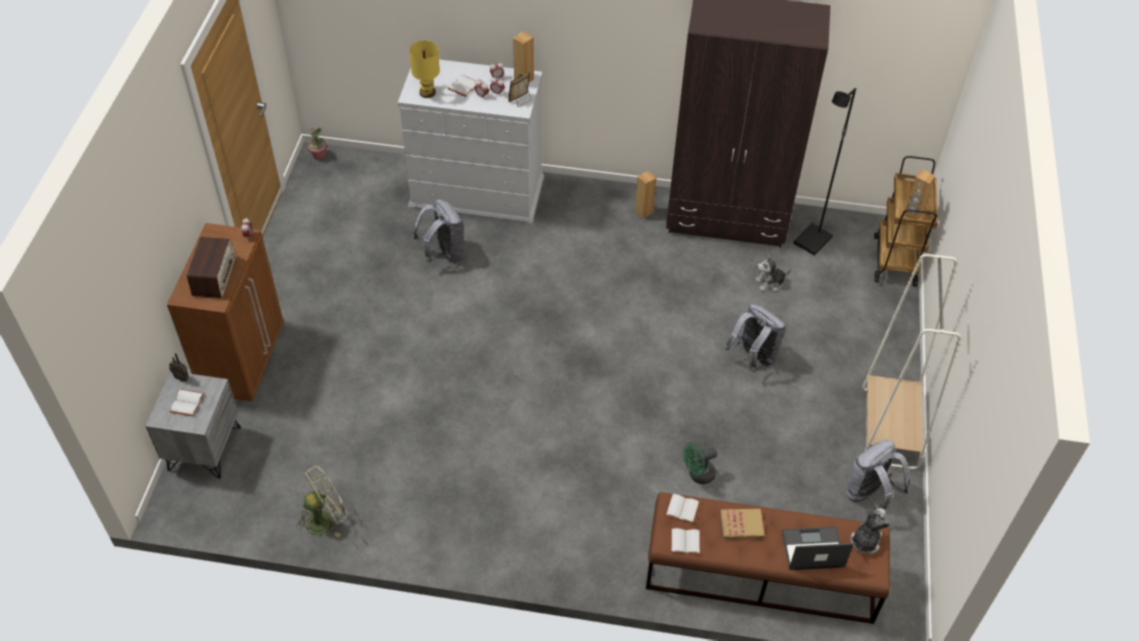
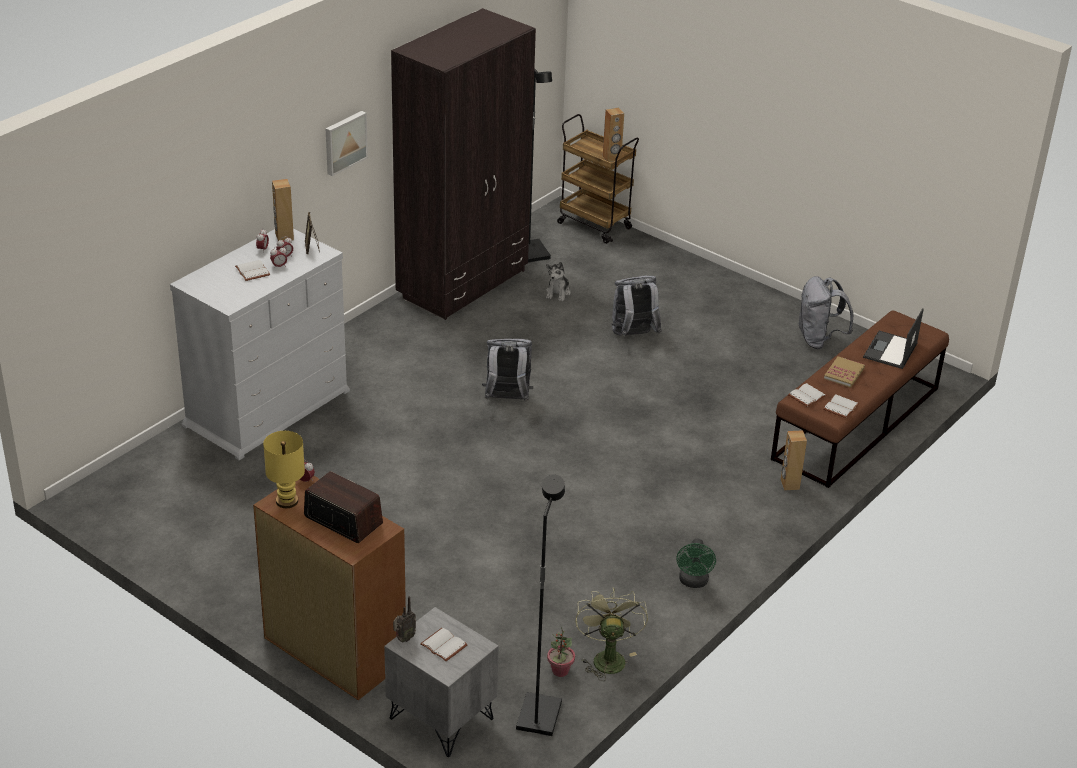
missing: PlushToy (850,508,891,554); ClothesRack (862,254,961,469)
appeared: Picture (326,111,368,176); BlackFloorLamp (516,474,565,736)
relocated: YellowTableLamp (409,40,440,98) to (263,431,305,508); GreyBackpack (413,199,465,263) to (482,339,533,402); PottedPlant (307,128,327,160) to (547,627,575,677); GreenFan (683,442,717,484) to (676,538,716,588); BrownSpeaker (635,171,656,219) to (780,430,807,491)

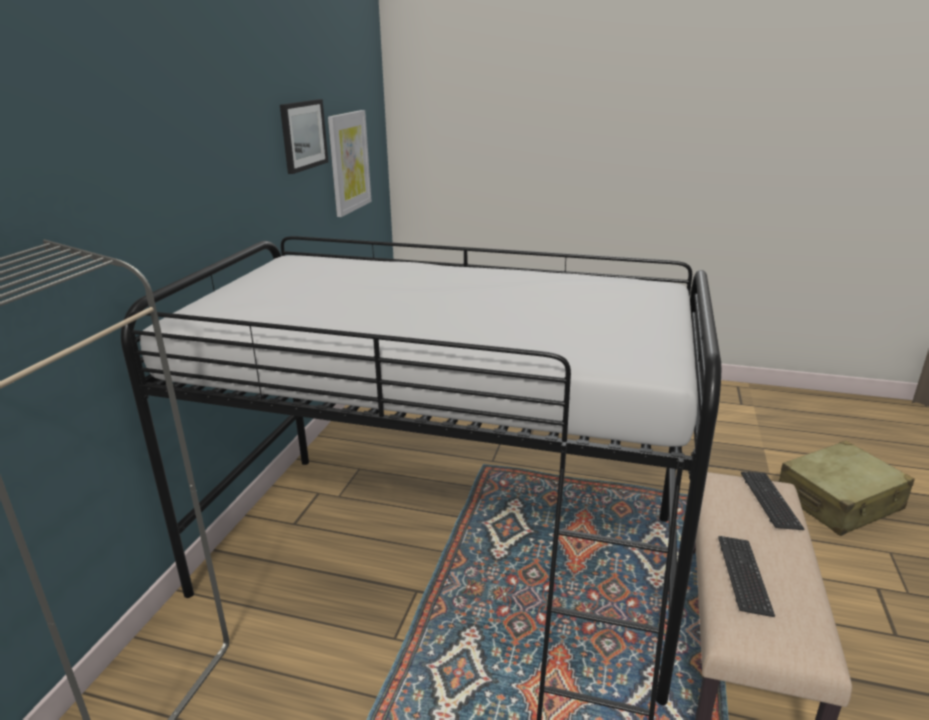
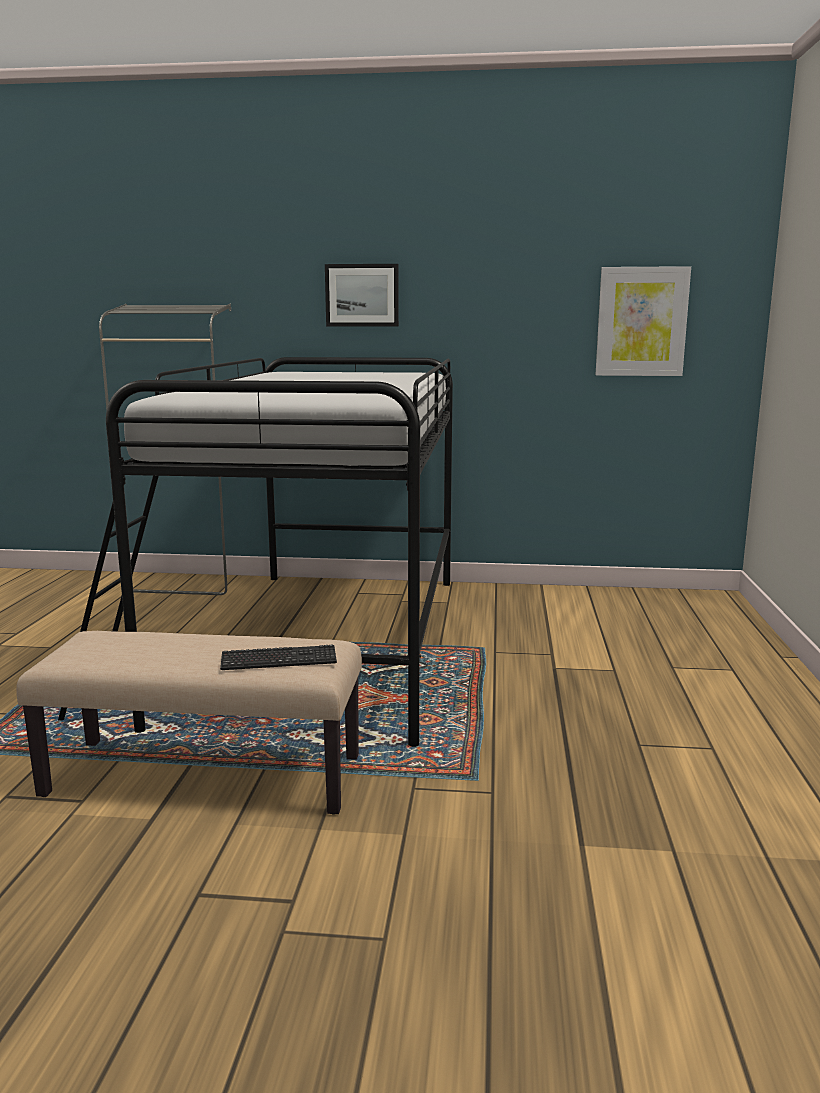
missing: Keyboard (718,536,775,617); BeigeSuitcase (779,440,915,536)
relocated: Picture (280,99,328,174) to (325,264,399,327)

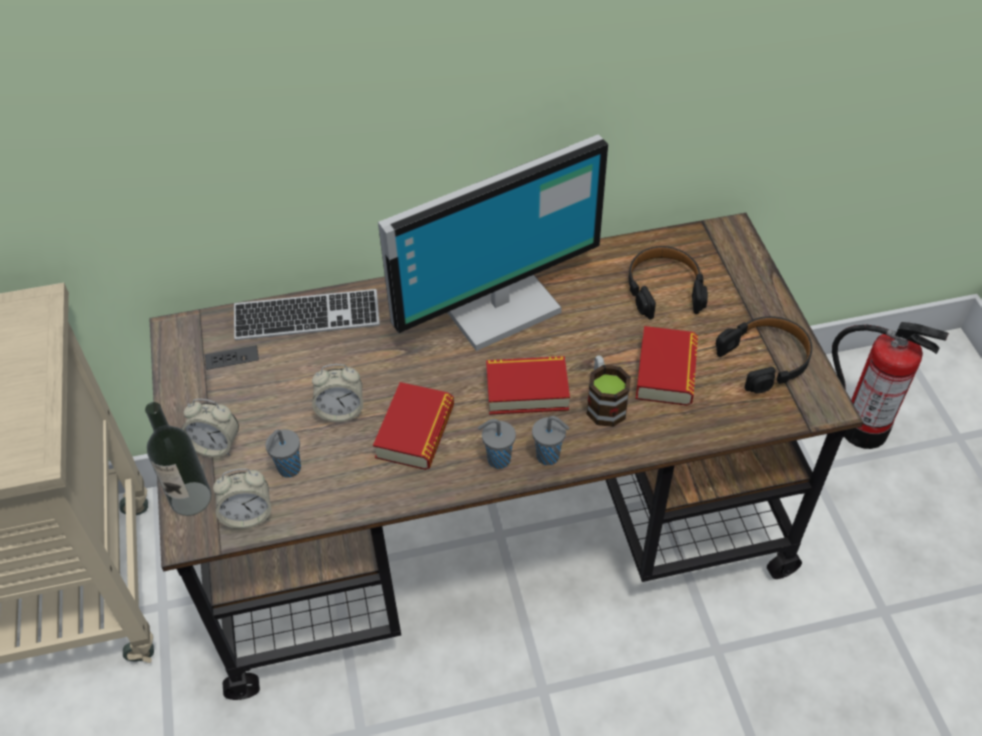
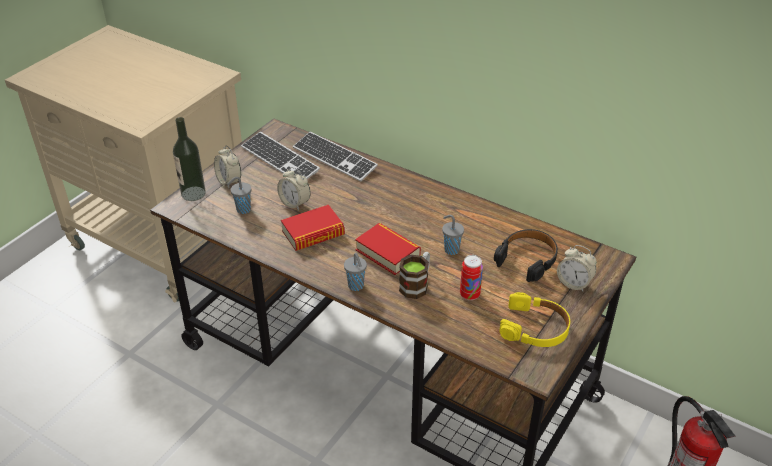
missing: Monitor (378,134,608,351)
appeared: Keyboard (241,132,320,179)
relocated: GreyCup (478,419,516,469) to (442,215,464,255); AlarmClock (213,468,271,529) to (557,245,597,291)
exchanged: Book (636,326,698,406) to Can (460,255,483,300)
colour: BlackHeadphones (716,316,812,393) to YellowHeadphones (499,292,570,347)

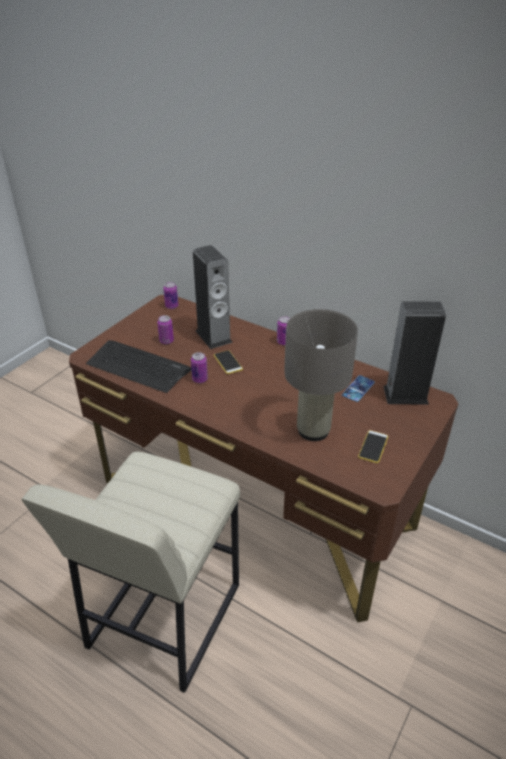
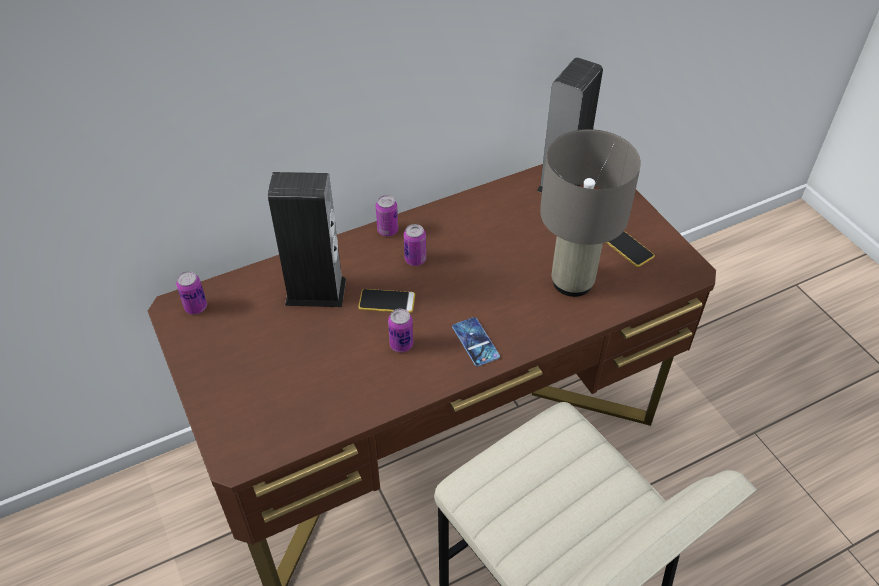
missing: Keyboard (86,340,192,393)
relocated: Can (157,315,174,344) to (404,224,426,266); Phone (342,375,375,402) to (452,317,500,367)

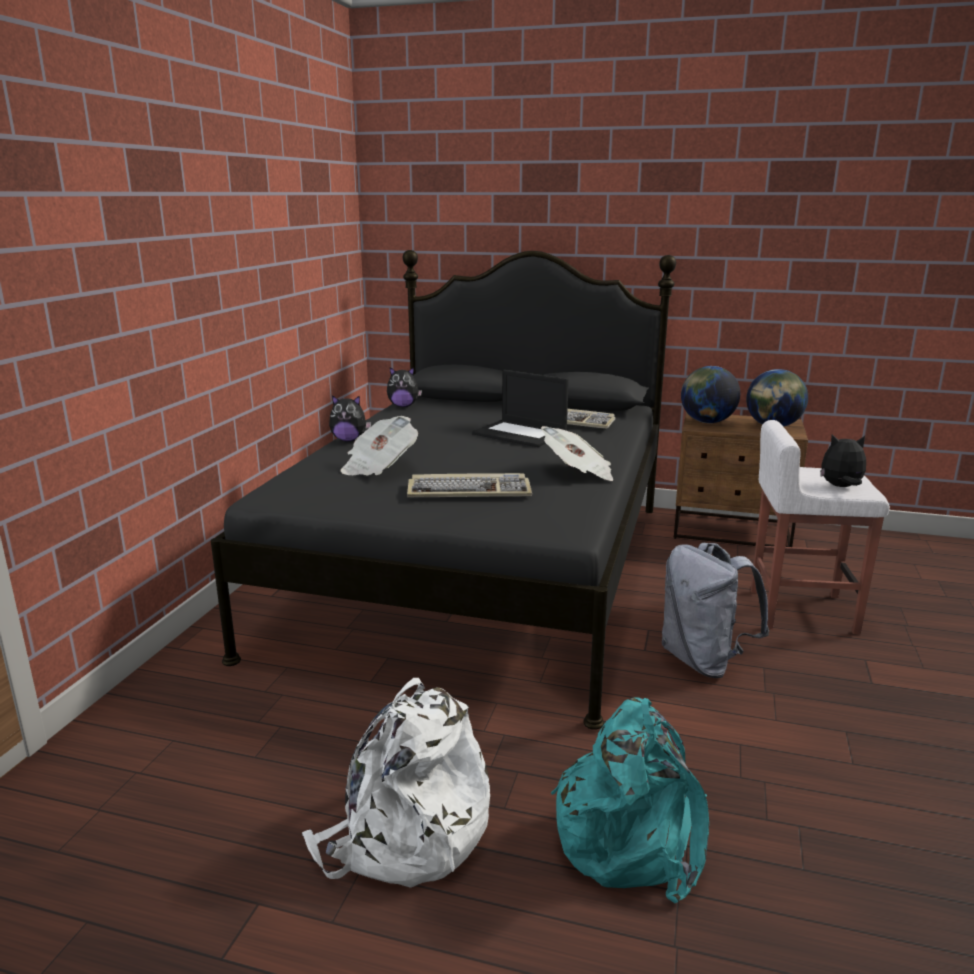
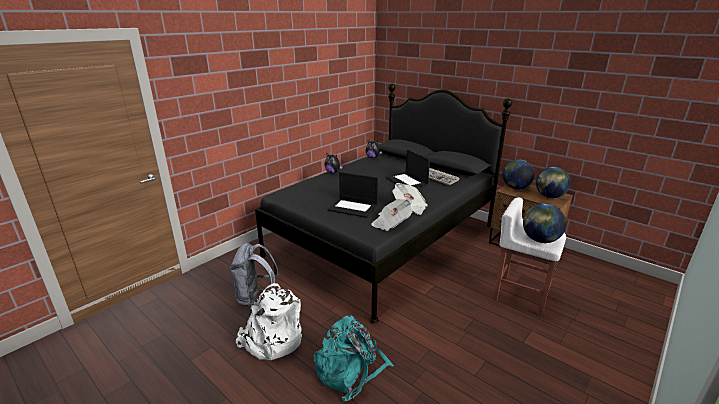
relocated: GreyBackpack (662,543,769,678) to (230,243,278,306); Newspaper (341,416,418,476) to (371,199,413,231)
exchanged: Keyboard (407,473,532,497) to Laptop (327,172,378,218); PlushToy (820,435,866,487) to Globe (523,204,566,243)

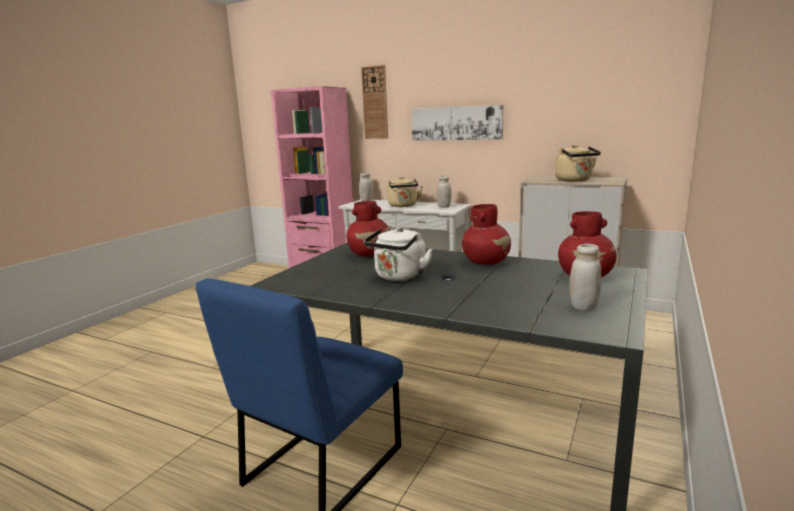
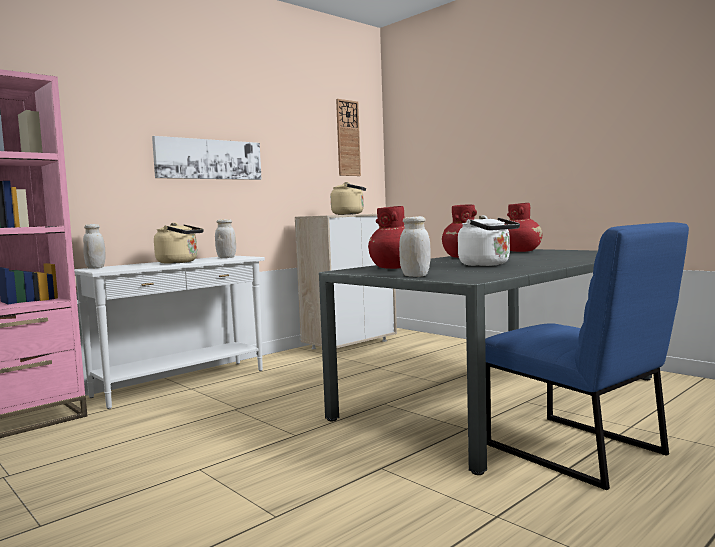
relocated: WallClock (361,65,388,139) to (336,99,361,176); WhiteJar (569,244,601,311) to (399,216,431,277)

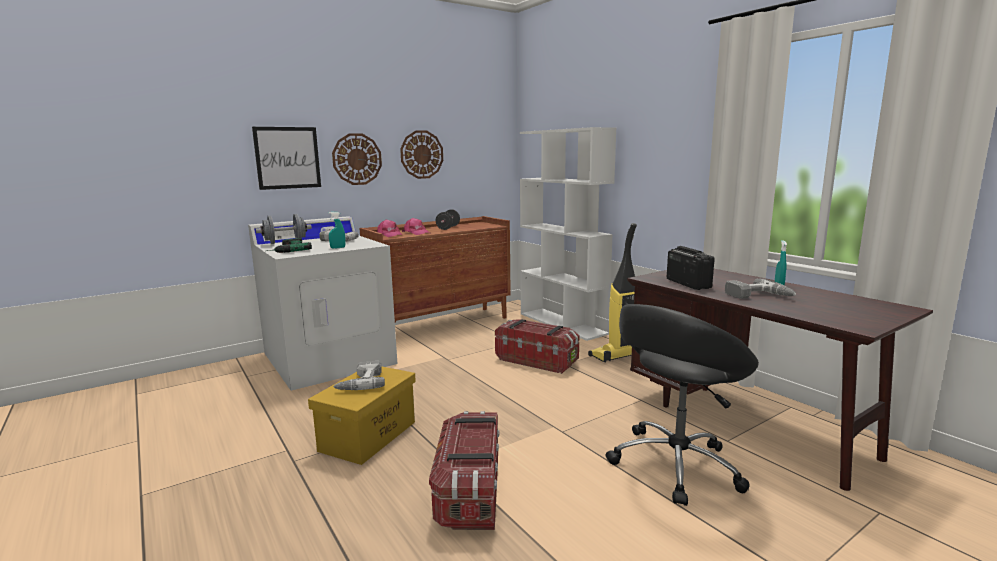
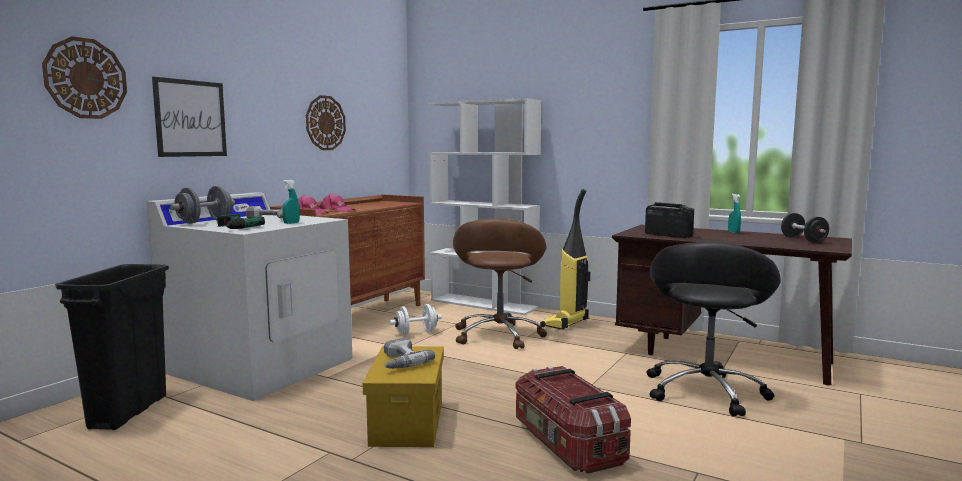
missing: PowerDrill (725,278,796,299)
appeared: BlackTrashCan (55,264,169,430); WhiteDumbbell (390,304,442,335)
relocated: WallClock (332,133,382,185) to (42,36,127,119); BlackDumbbell (436,209,460,230) to (781,213,829,243)
exchanged: StorageBox (495,319,579,374) to BrownOfficeChair (453,218,547,349)

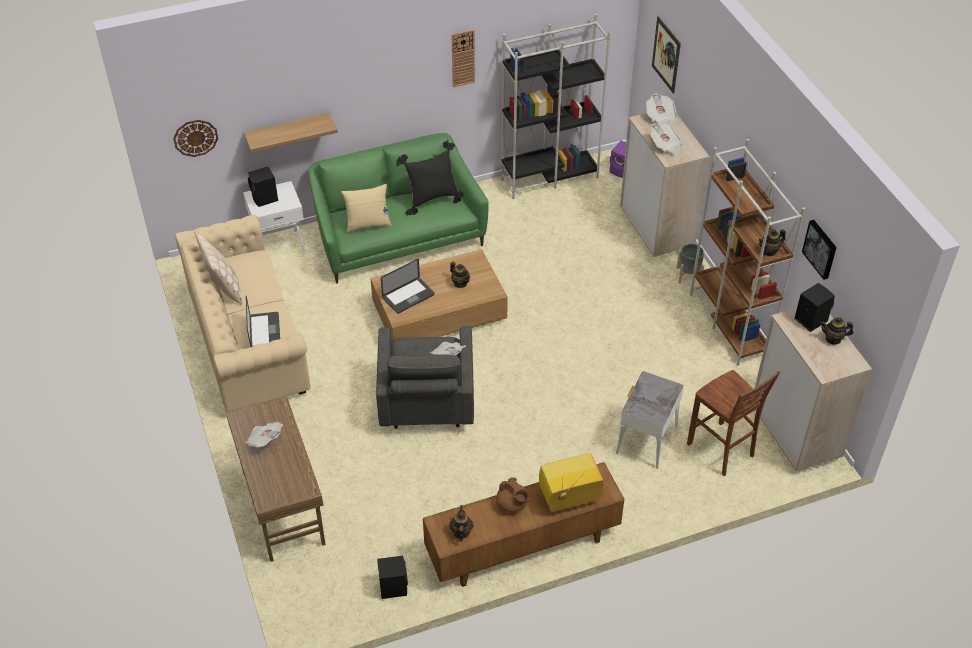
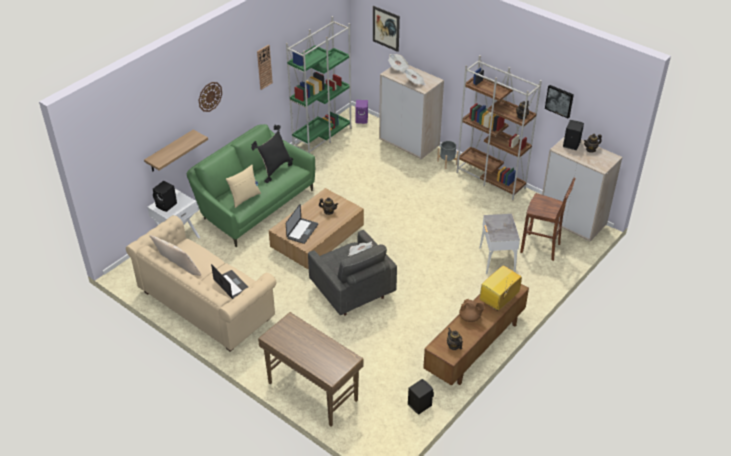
missing: Newspaper (245,422,283,447)
relocated: WallClock (173,120,218,157) to (199,82,222,112)
colour: BlackBookcase (501,14,610,199) to GreenBookcase (286,16,351,153)

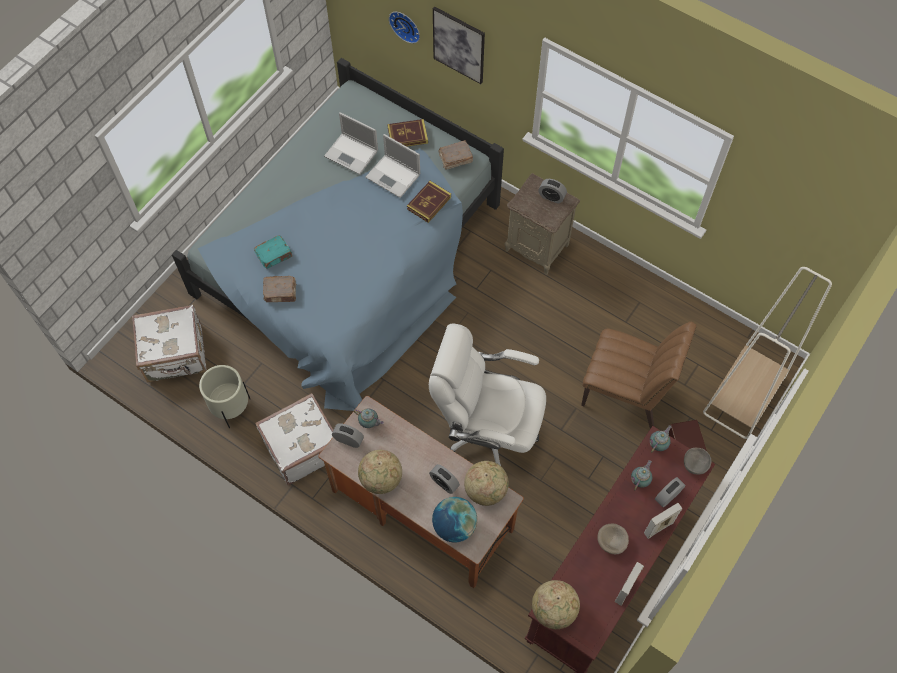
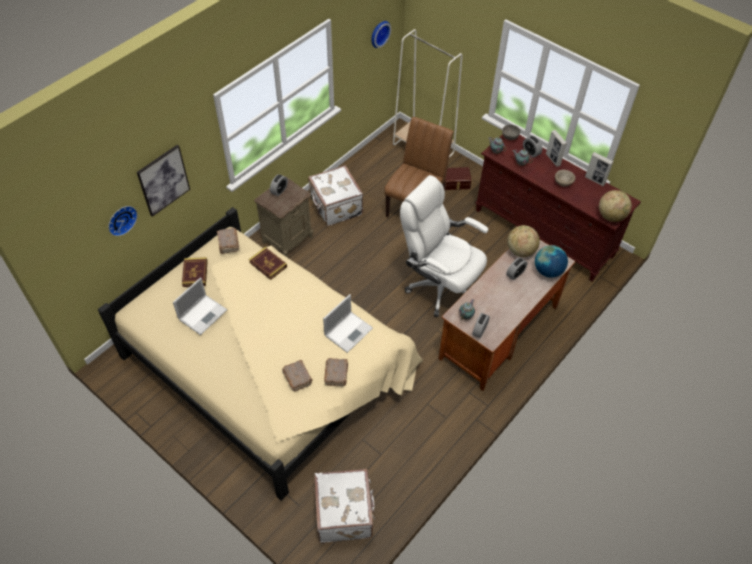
missing: BeigePlanter (199,365,250,428); Globe (358,450,402,494)
appeared: WallClock (371,21,391,48)
relocated: WhiteSuitcase (255,393,333,485) to (308,165,363,226); Laptop (365,134,420,198) to (323,294,373,353)
colour: BlueBed (172,58,504,411) to BeigeBed (98,207,423,501); TurquoiseBook (254,236,292,269) to BrownBook (282,360,313,391)
spun: WhiteOfficeChair (429,324,546,466) = (400,175,488,317) 105 degrees clockwise

